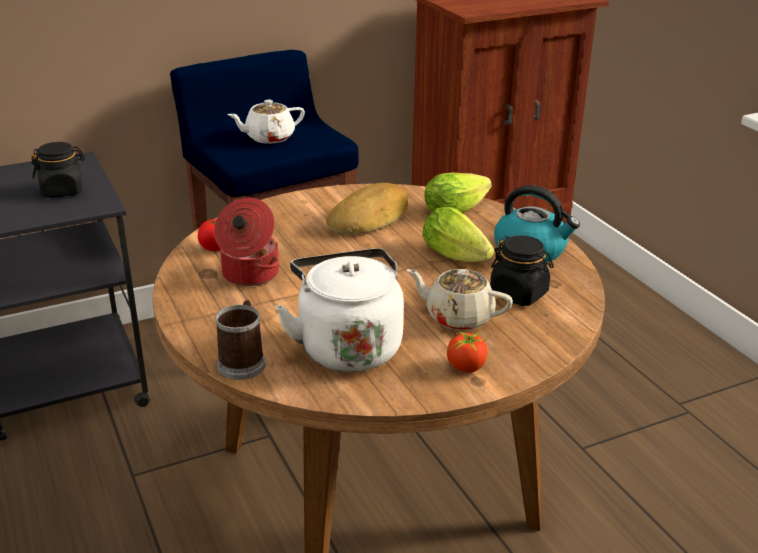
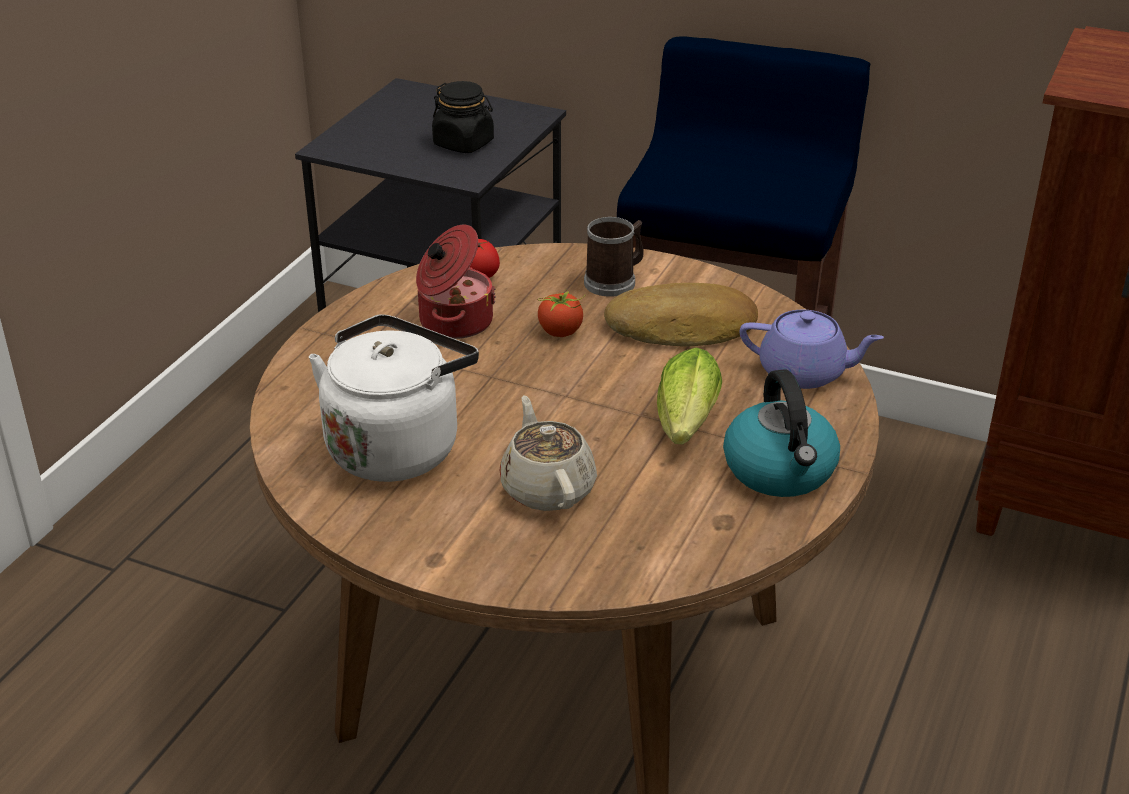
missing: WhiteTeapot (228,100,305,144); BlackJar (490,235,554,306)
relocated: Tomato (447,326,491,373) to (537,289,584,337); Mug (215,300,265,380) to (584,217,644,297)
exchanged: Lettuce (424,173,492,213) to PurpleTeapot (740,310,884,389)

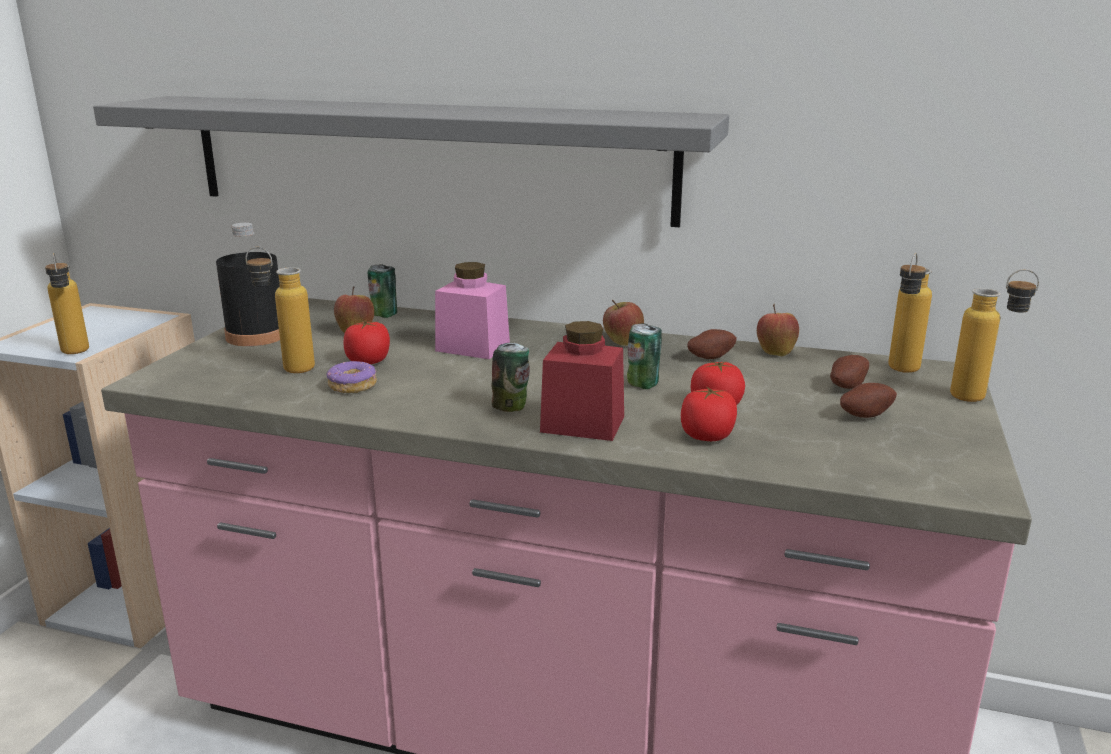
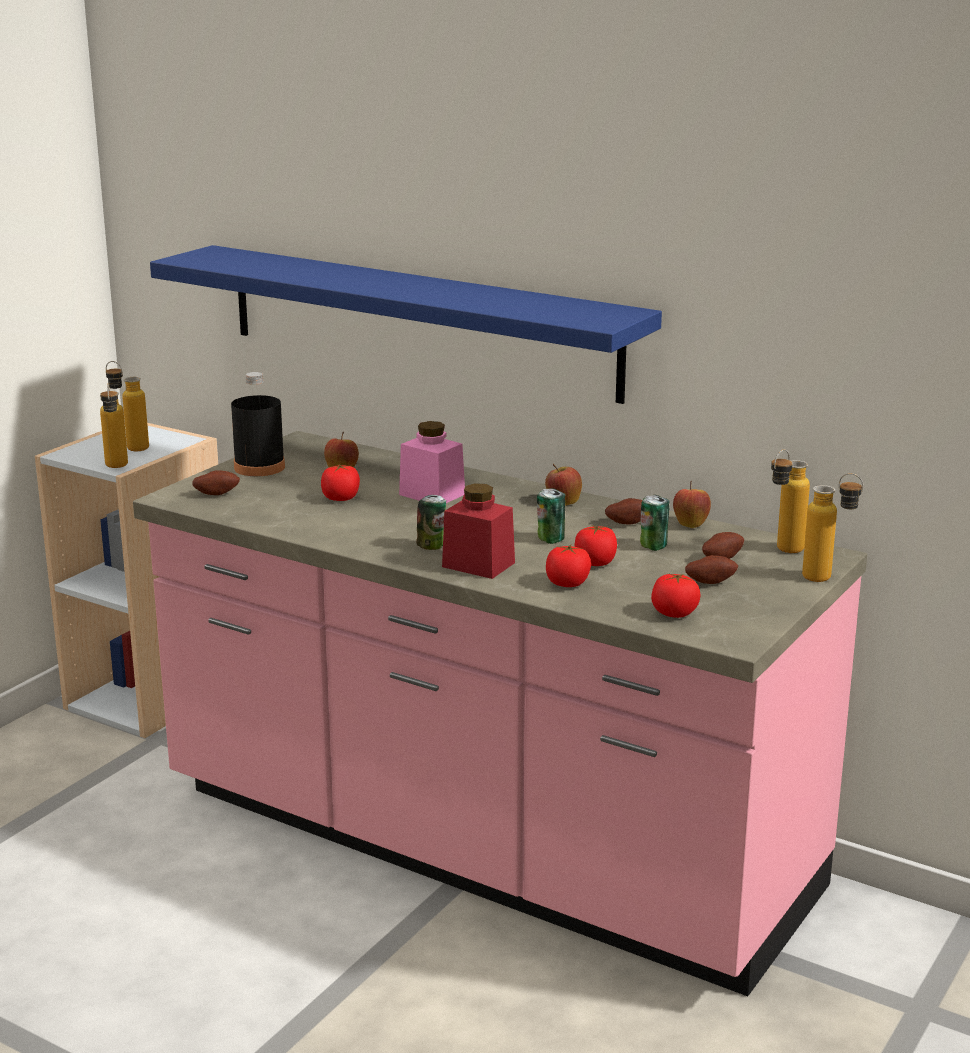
missing: Donut (327,361,377,393)
appeared: Potato (192,470,240,495); Tomato (651,573,700,618)
relocated: Bottle (245,247,315,373) to (106,361,149,451); Can (368,264,397,318) to (640,495,670,551)
colour: GreyShelf (93,96,729,227) to BlueShelf (150,245,662,404)

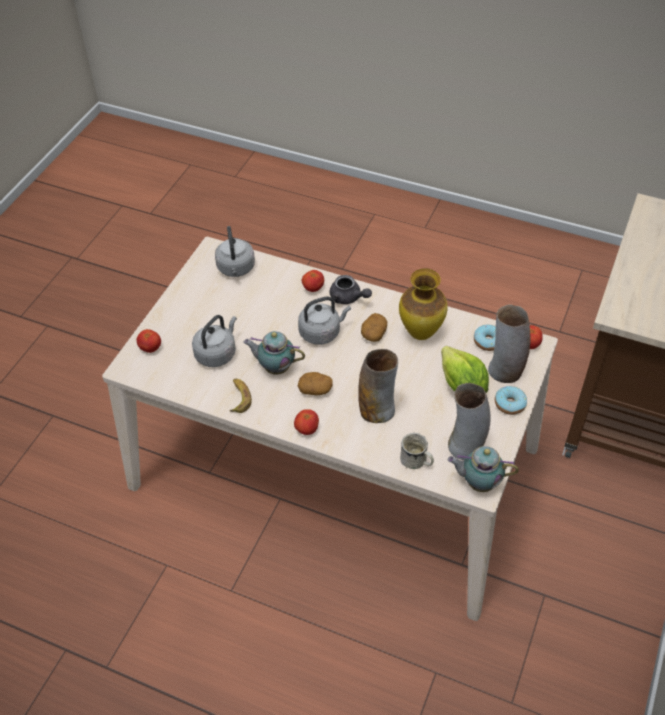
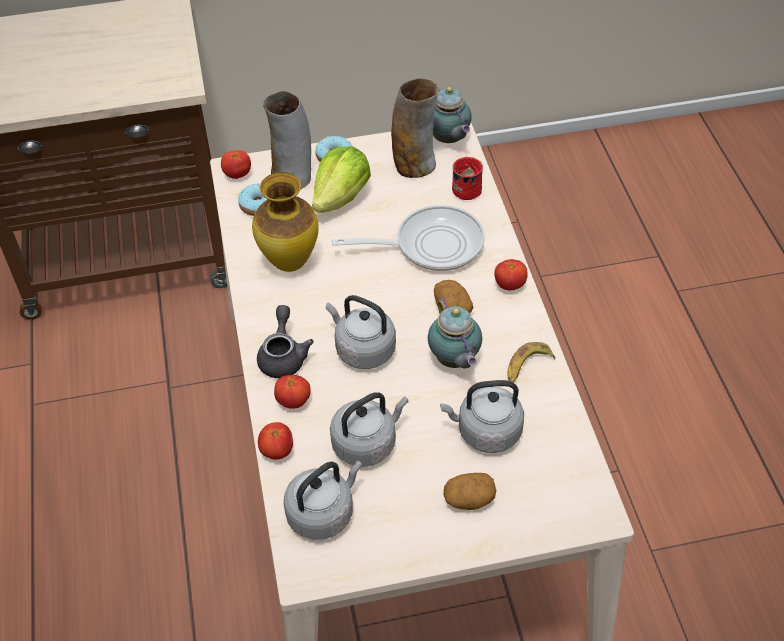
appeared: GreyKettle (330,392,409,467)
relocated: Tomato (137,329,161,353) to (258,422,293,460); Potato (361,313,387,342) to (444,473,496,510)
exchanged: Vase (358,349,398,423) to FryingPan (332,205,485,271)
colour: WhiteMug (400,433,434,469) to RedMug (452,157,483,200)

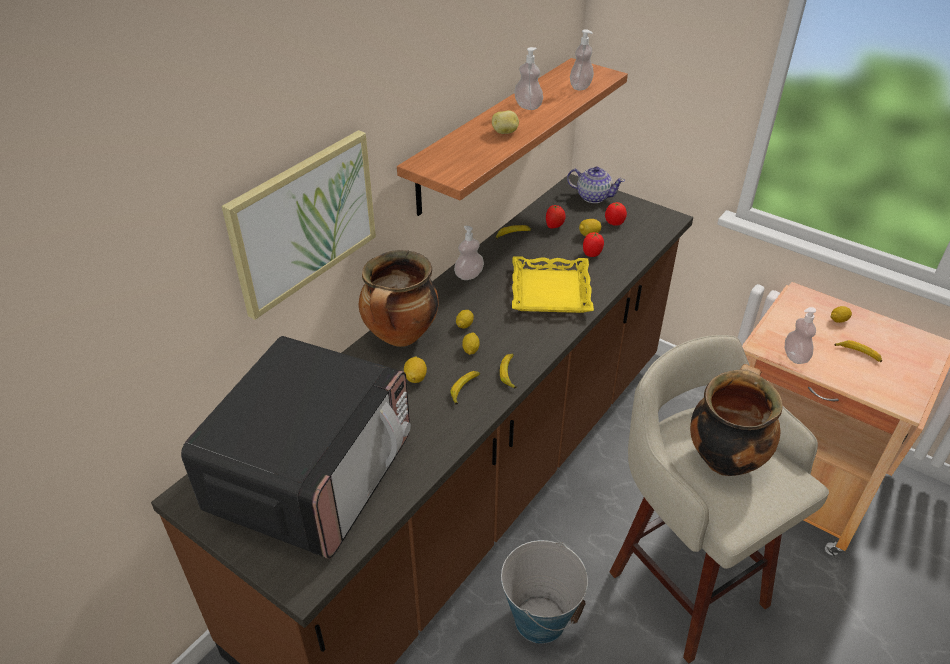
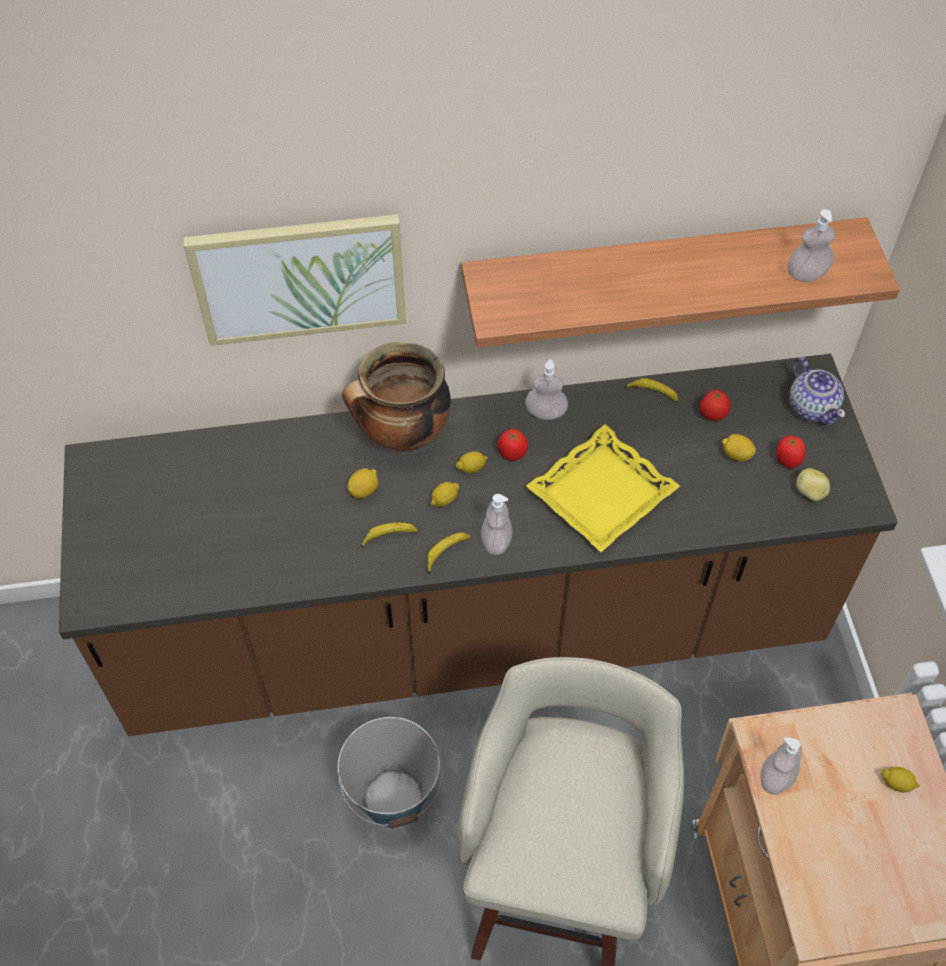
missing: Microwave (181,336,411,559); CookingPot (690,364,783,476); Banana (835,340,882,362)
relocated: SoapDispenser (514,47,543,110) to (481,494,513,555); Tomato (583,232,604,257) to (497,429,528,461); Potato (492,110,519,134) to (796,468,830,501)

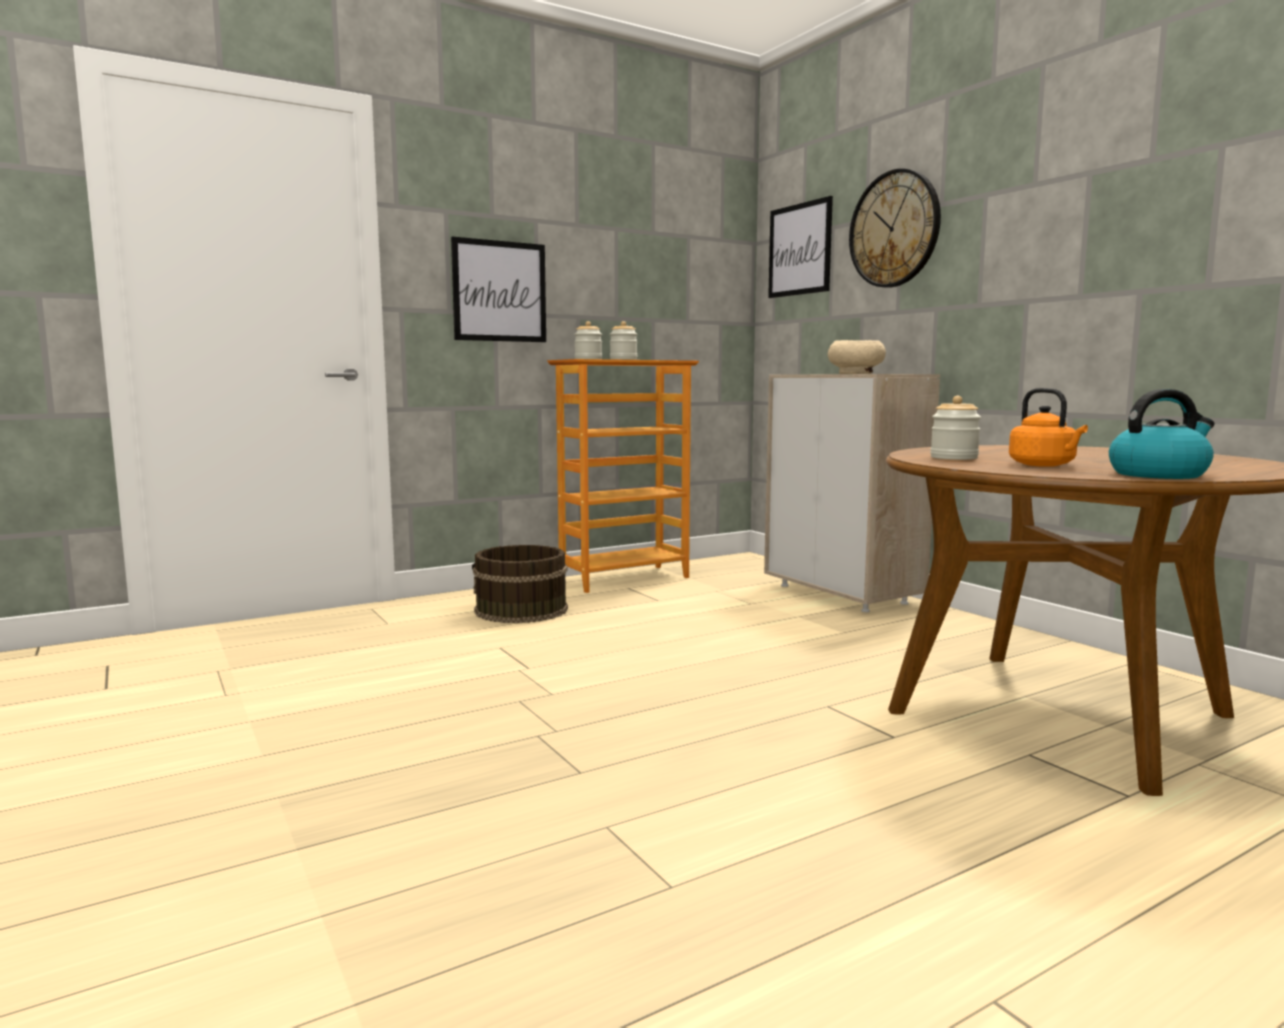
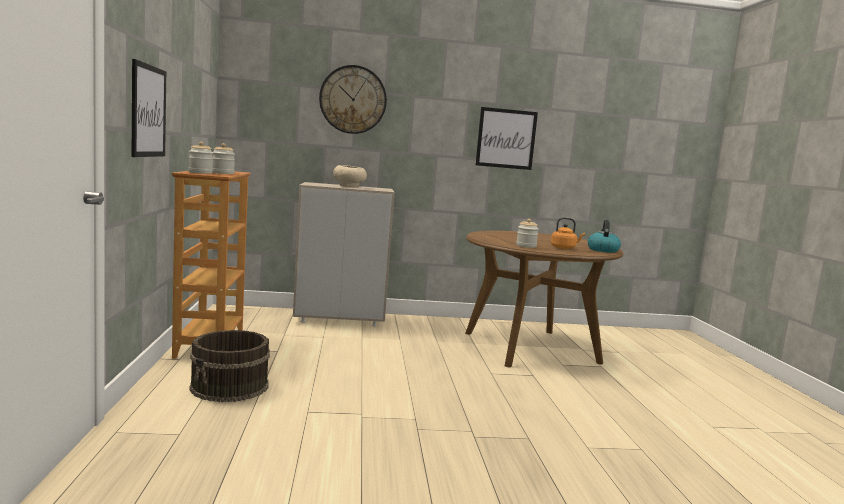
relocated: Picture (768,196,833,298) to (475,107,538,170)

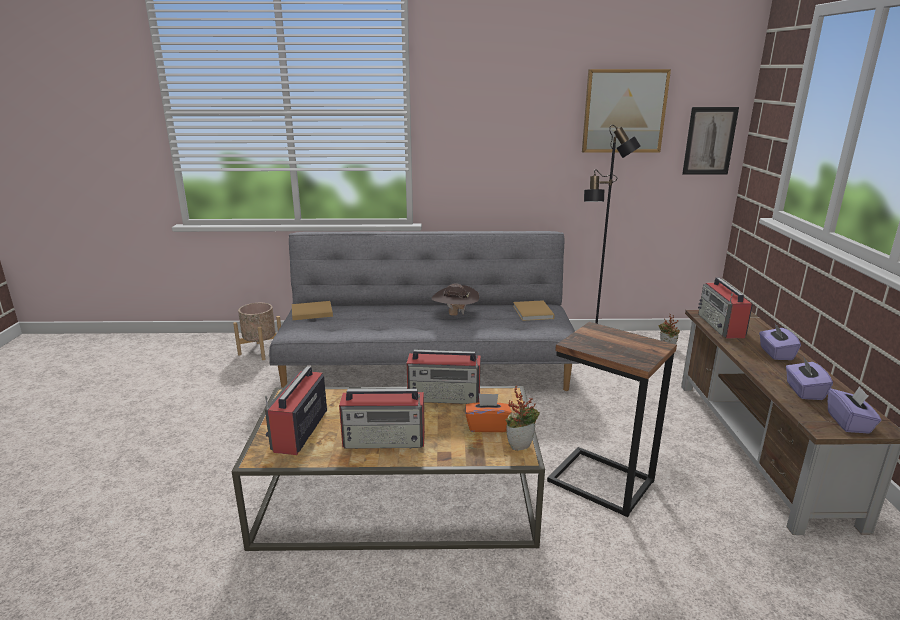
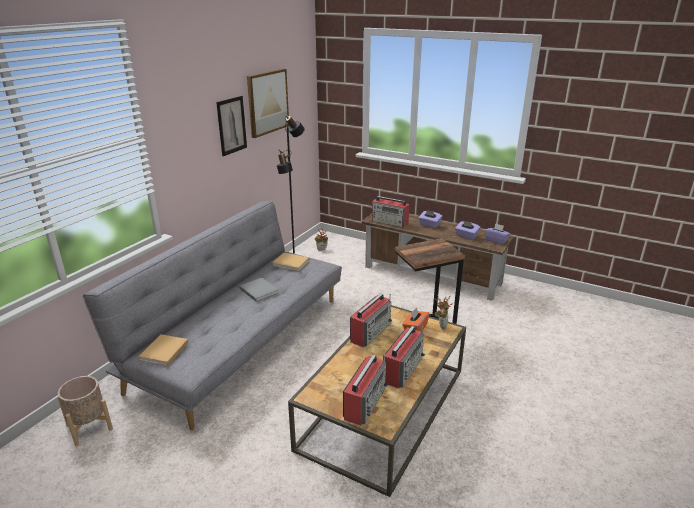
relocated: Picture (682,107,739,175) to (216,96,247,156)
exchanged: BrownHat (431,283,479,316) to GreyBook (239,278,279,302)
spun: Radio (265,366,327,455) = (343,354,388,425) 105 degrees counterclockwise

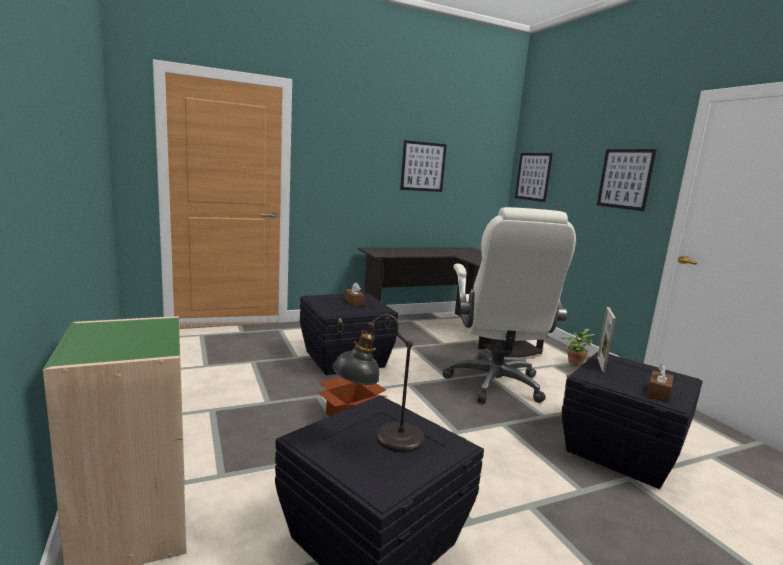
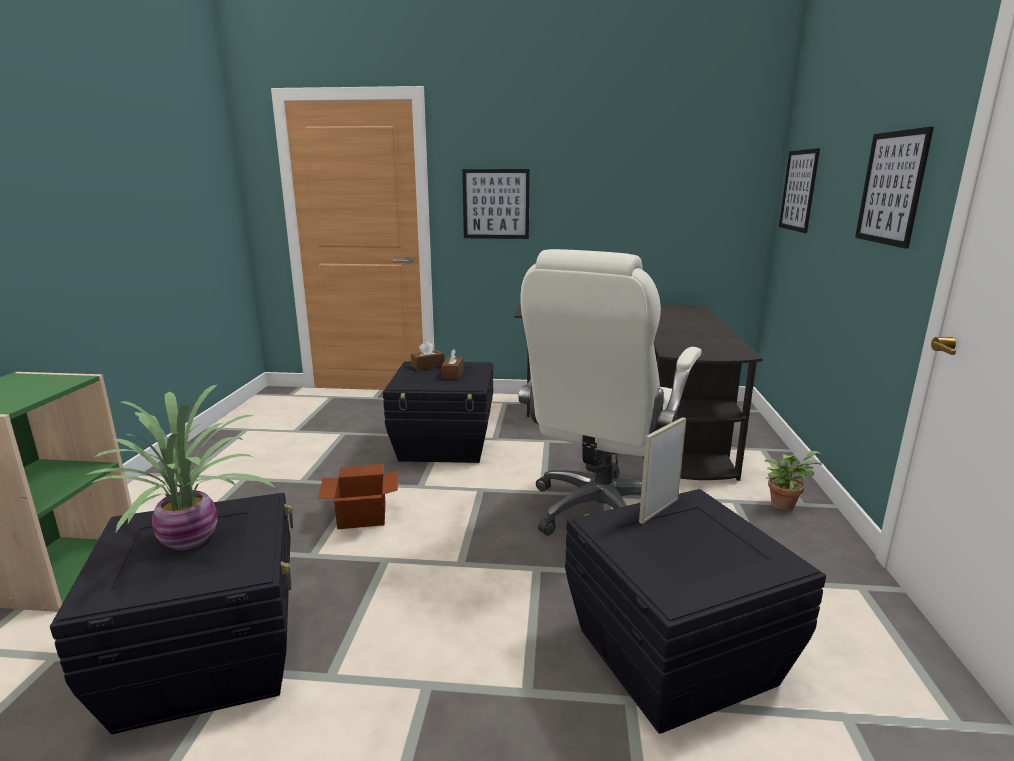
relocated: BrownTissueBox (647,364,673,402) to (411,341,445,370); Picture (400,140,447,192) to (462,169,530,239)
exchanged: GreyTableLamp (332,314,425,453) to PottedPlant (86,384,276,550)

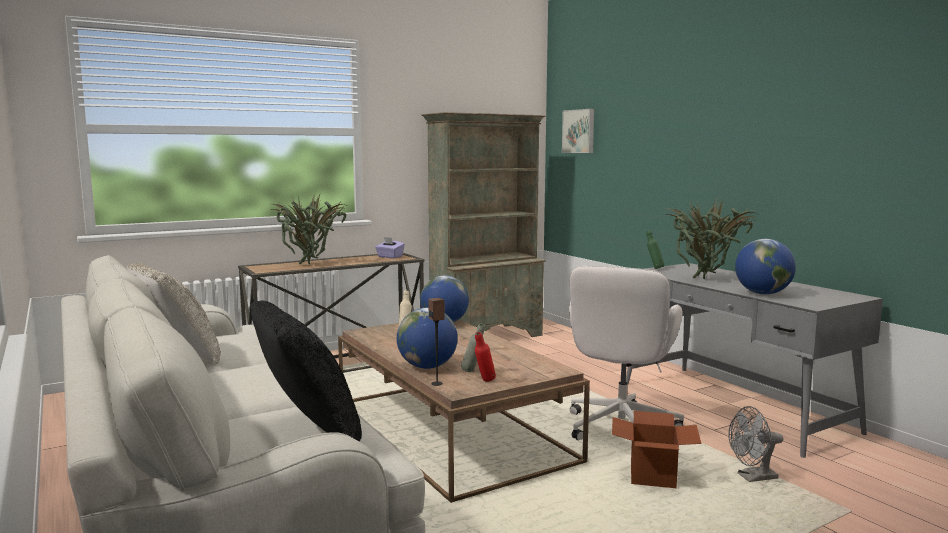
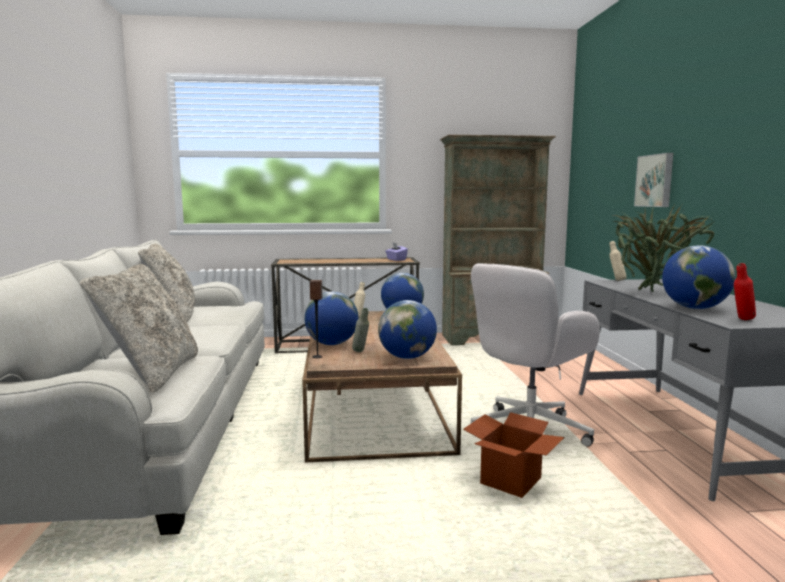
missing: PottedPlant (272,192,348,265); GreyFan (728,406,783,482)
appeared: Globe (378,300,437,359)
relocated: Picture (562,109,594,153) to (634,153,673,207); RedBottle (475,332,496,382) to (734,263,756,320)
colour: BlackPillow (251,300,362,442) to BeigePillow (80,264,198,393); GreenBottle (646,231,664,269) to BeigeBottle (609,241,627,281)

